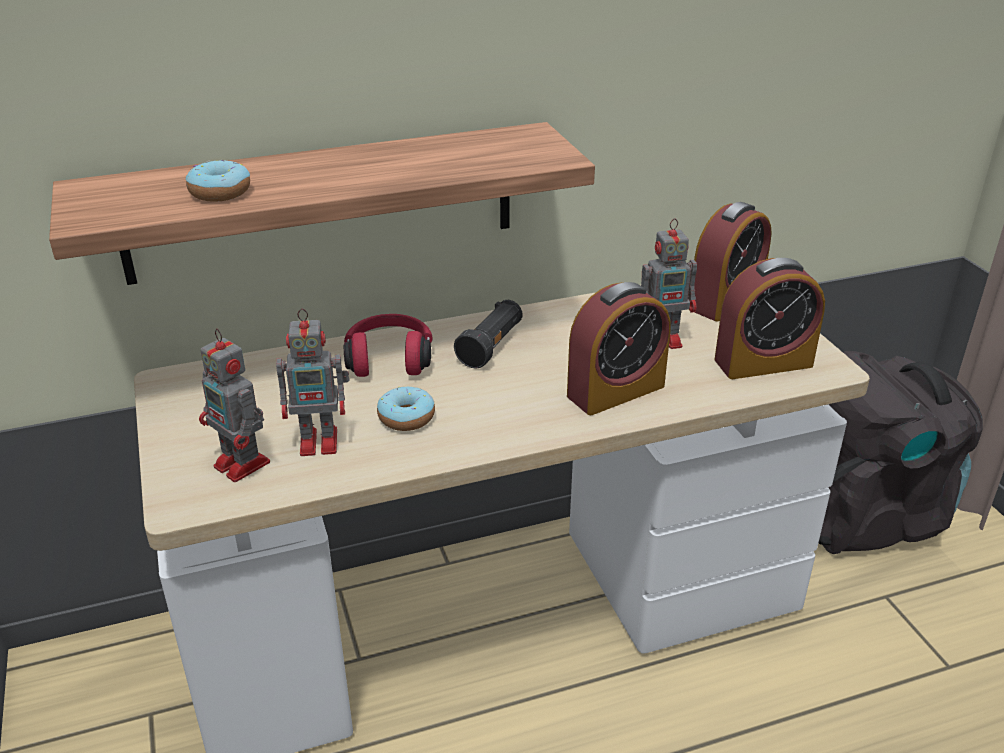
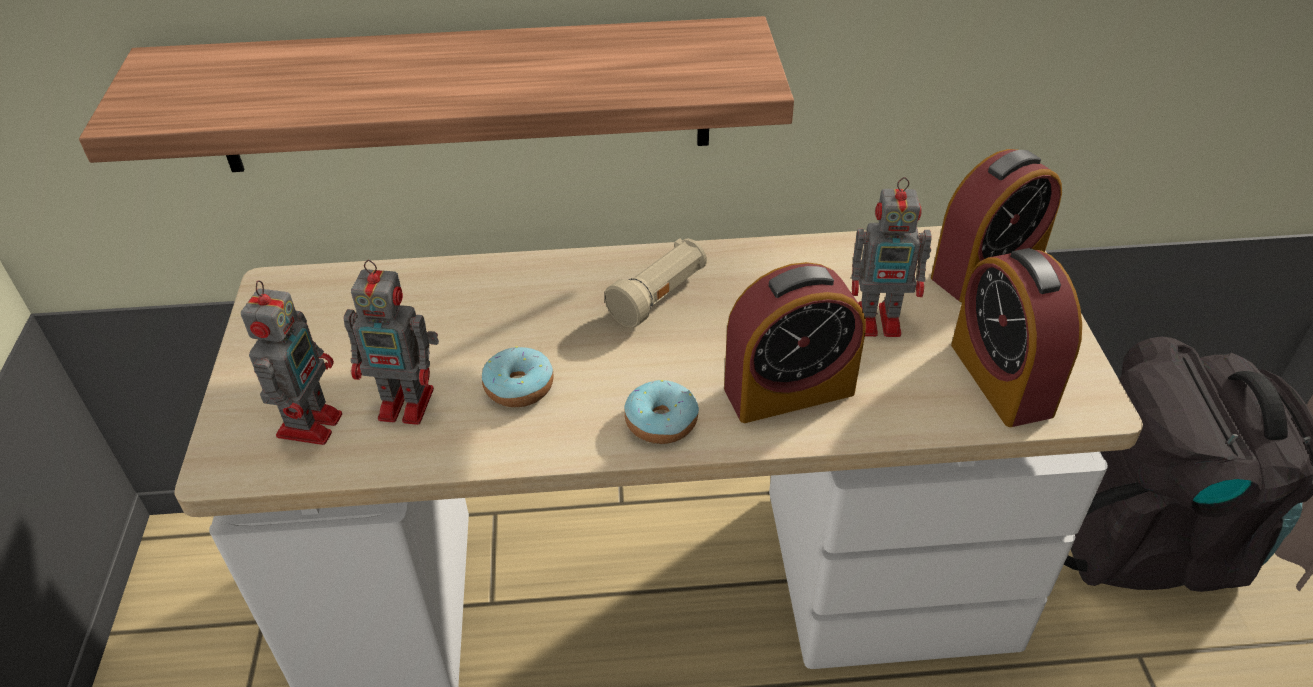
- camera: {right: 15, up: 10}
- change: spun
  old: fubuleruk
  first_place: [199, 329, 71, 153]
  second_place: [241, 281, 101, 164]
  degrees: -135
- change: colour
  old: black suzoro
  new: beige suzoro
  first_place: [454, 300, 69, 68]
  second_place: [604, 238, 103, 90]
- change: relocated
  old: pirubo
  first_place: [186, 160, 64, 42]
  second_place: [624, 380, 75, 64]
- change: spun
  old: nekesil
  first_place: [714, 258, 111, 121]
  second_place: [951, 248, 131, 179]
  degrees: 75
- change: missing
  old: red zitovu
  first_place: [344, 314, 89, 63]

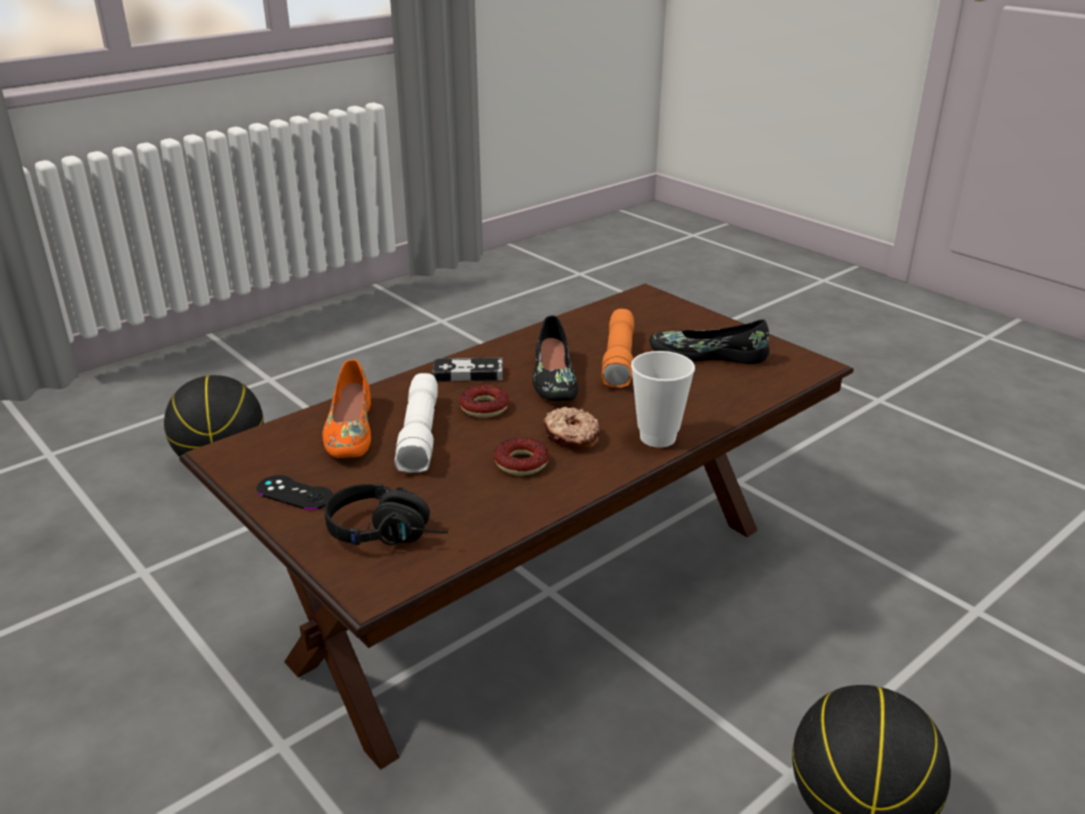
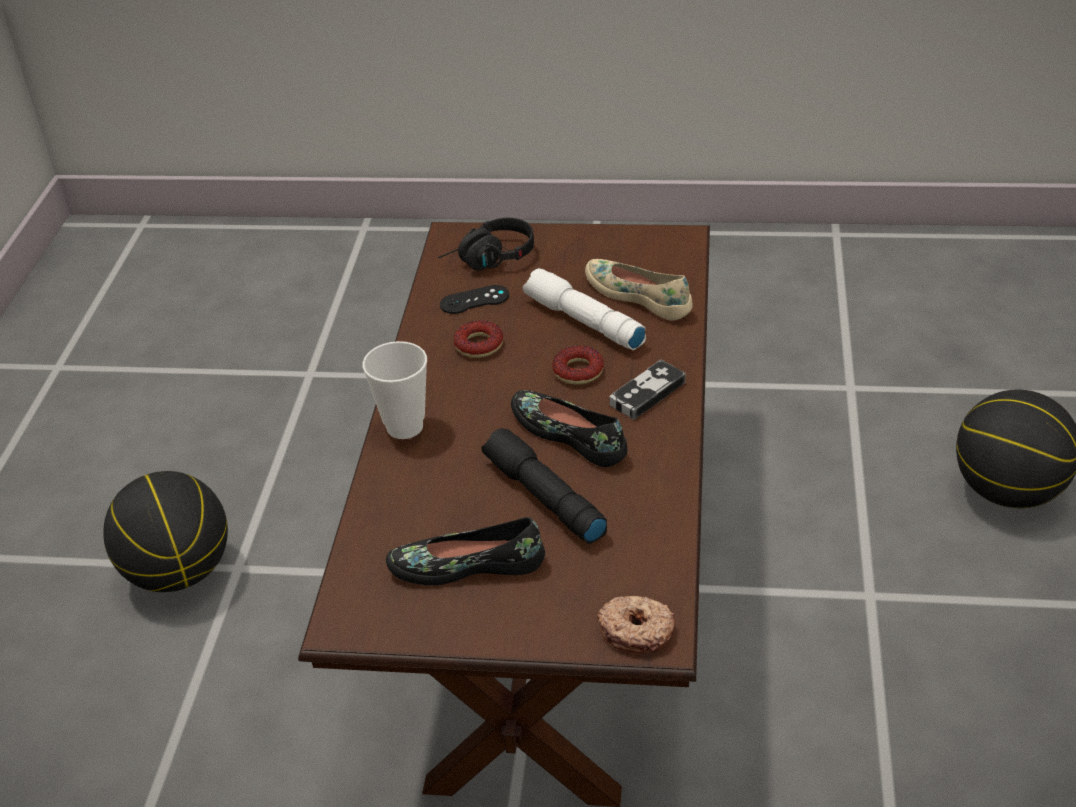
- camera: {right: 140, up: 10}
- change: spun
  old: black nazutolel
  first_place: [649, 319, 121, 45]
  second_place: [386, 517, 159, 68]
  degrees: -150
- change: relocated
  old: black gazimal
  first_place: [257, 475, 76, 35]
  second_place: [440, 285, 69, 29]
- change: colour
  old: orange suzoro
  new: black suzoro
  first_place: [601, 309, 33, 79]
  second_place: [481, 428, 126, 116]
- change: colour
  old: orange nazutolel
  new: beige nazutolel
  first_place: [323, 359, 48, 99]
  second_place: [585, 259, 108, 62]
- change: relocated
  old: pirubo
  first_place: [543, 407, 57, 43]
  second_place: [597, 596, 78, 57]

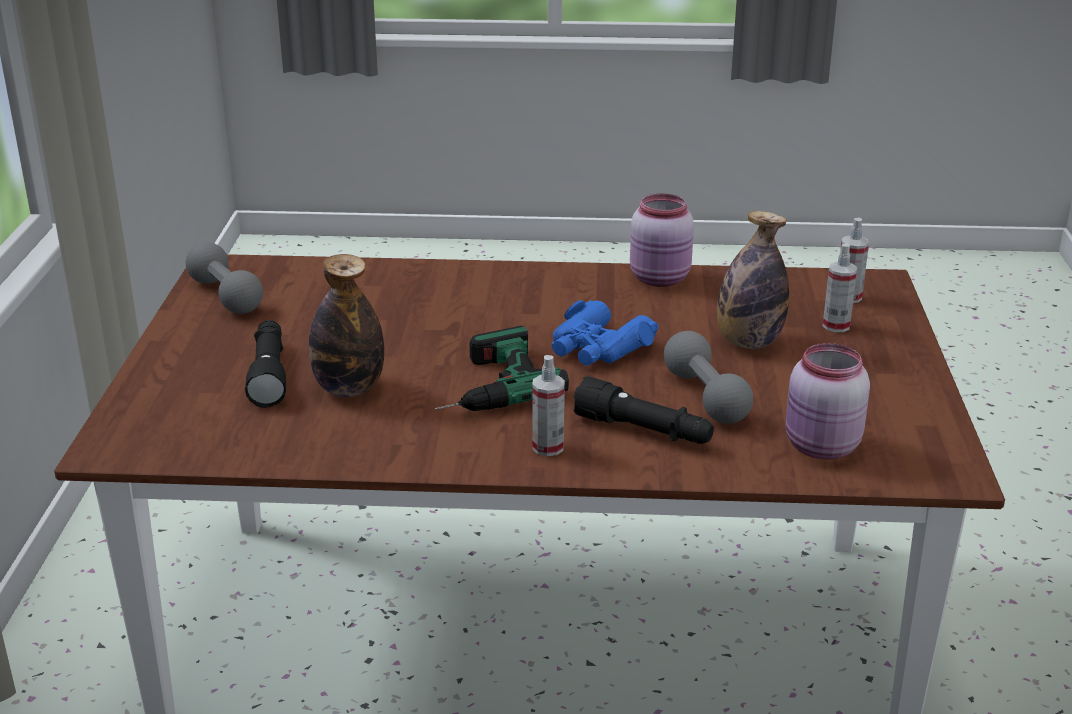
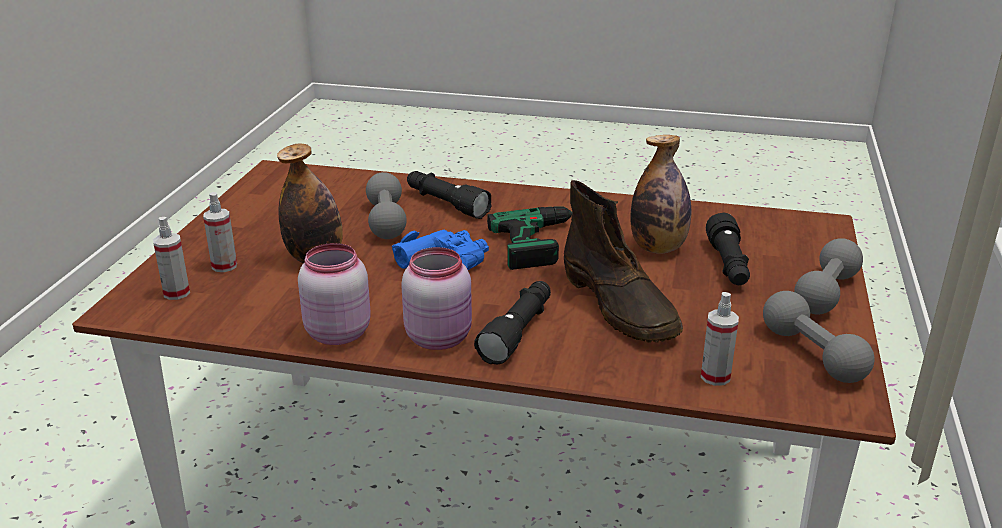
- camera: {right: -170, up: 0}
- change: relocated
  old: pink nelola
  first_place: [786, 343, 84, 117]
  second_place: [401, 247, 71, 103]
- change: appeared
  new: black suzoro
  second_place: [474, 281, 77, 83]
- change: appeared
  new: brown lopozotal
  second_place: [564, 180, 119, 163]
- change: relocated
  old: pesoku
  first_place: [532, 355, 33, 101]
  second_place: [701, 292, 38, 94]
- change: appeared
  new: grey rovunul
  second_place: [794, 238, 69, 76]

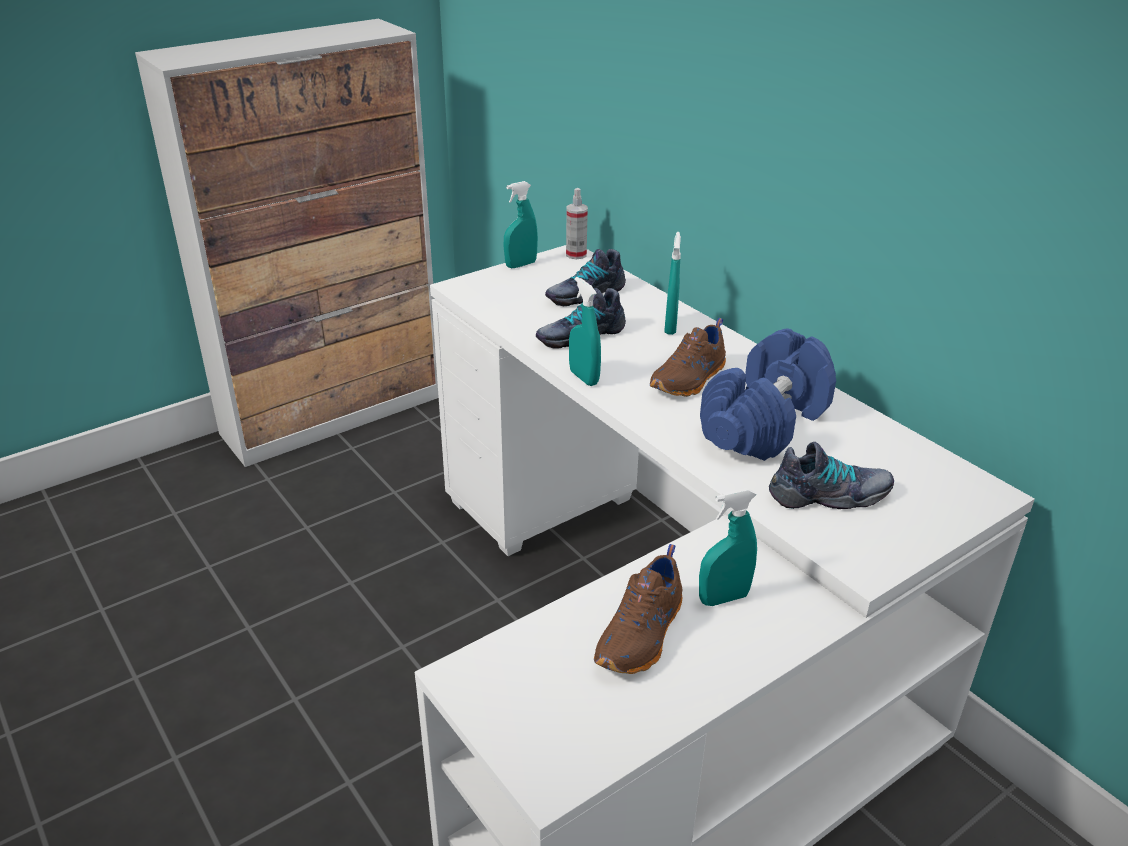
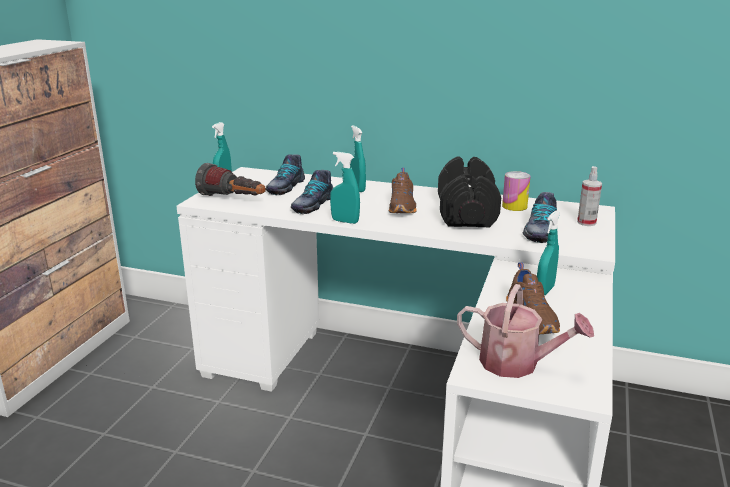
- camera: {right: -35, up: -10}
- change: appeared
  new: suzoro
  second_place: [195, 163, 71, 33]
- change: colour
  old: blue rovunul
  new: black rovunul
  first_place: [700, 328, 136, 133]
  second_place: [438, 156, 63, 71]
- change: appeared
  new: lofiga
  second_place: [457, 284, 137, 94]
- change: appeared
  new: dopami
  second_place: [502, 171, 29, 40]
- change: spun
  old: nazutolel
  first_place: [769, 442, 125, 67]
  second_place: [523, 192, 34, 51]
  degrees: 150
- change: relocated
  old: pesoku
  first_place: [566, 188, 22, 71]
  second_place: [577, 166, 25, 60]

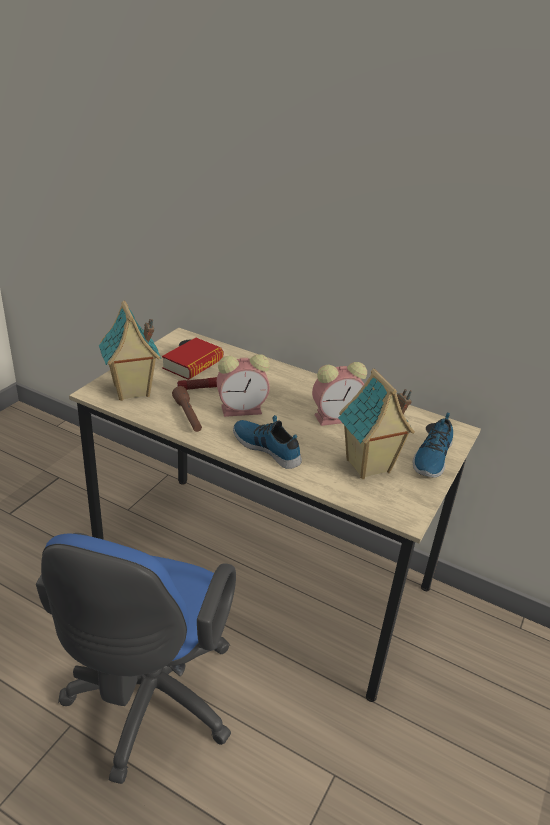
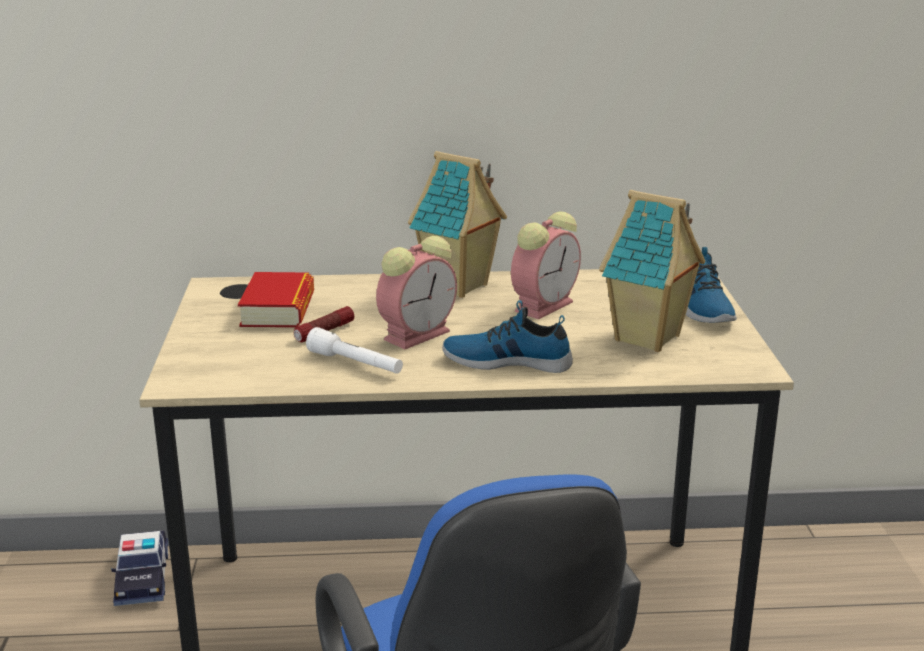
- camera: {right: -30, up: -10}
- change: appeared
  new: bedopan
  second_place: [111, 530, 57, 76]
- change: colour
  old: brown suzoro
  new: white suzoro
  first_place: [172, 386, 30, 46]
  second_place: [306, 327, 97, 47]
- change: relocated
  old: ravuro
  first_place: [99, 301, 62, 100]
  second_place: [408, 151, 99, 147]

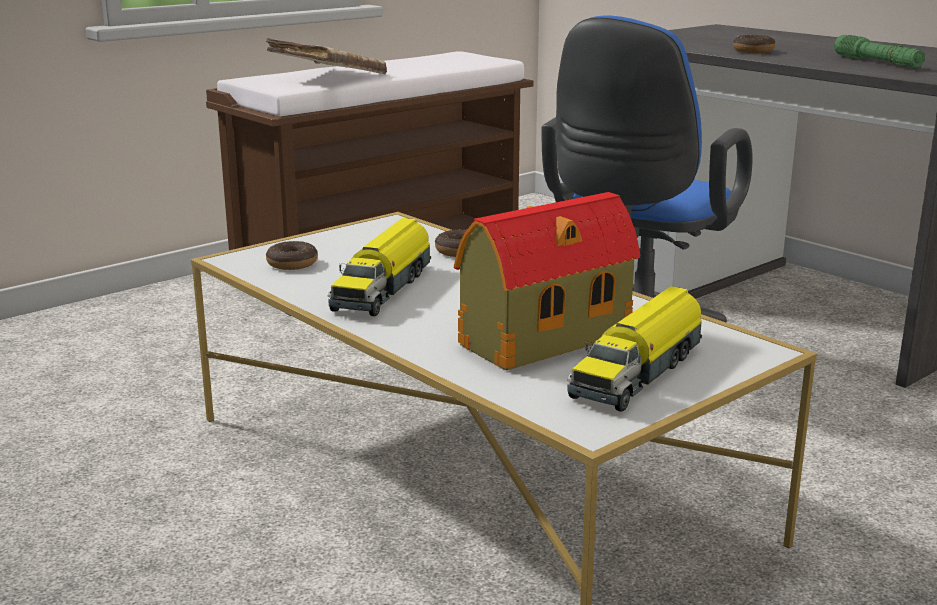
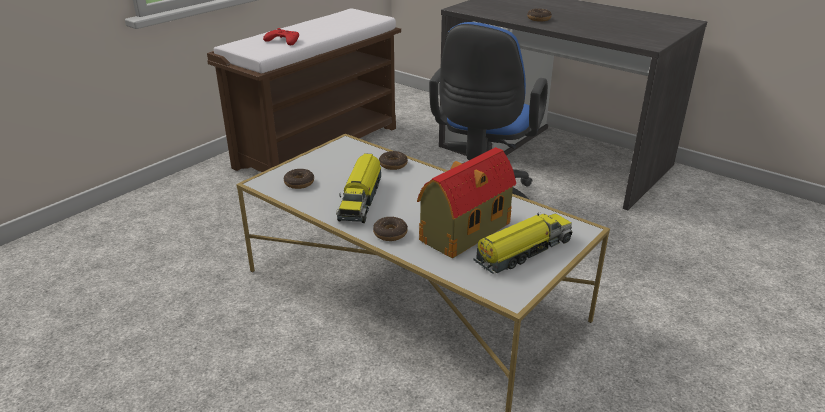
- camera: {right: -10, up: 10}
- change: exchanged
  old: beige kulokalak
  new: red gazimal
  first_place: [266, 38, 121, 36]
  second_place: [263, 28, 36, 17]
- change: appeared
  new: pirubo
  second_place: [373, 217, 35, 24]
- change: spun
  old: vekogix
  first_place: [567, 286, 135, 126]
  second_place: [473, 213, 99, 61]
  degrees: -150
- change: missing
  old: green suzoro
  first_place: [834, 35, 91, 32]

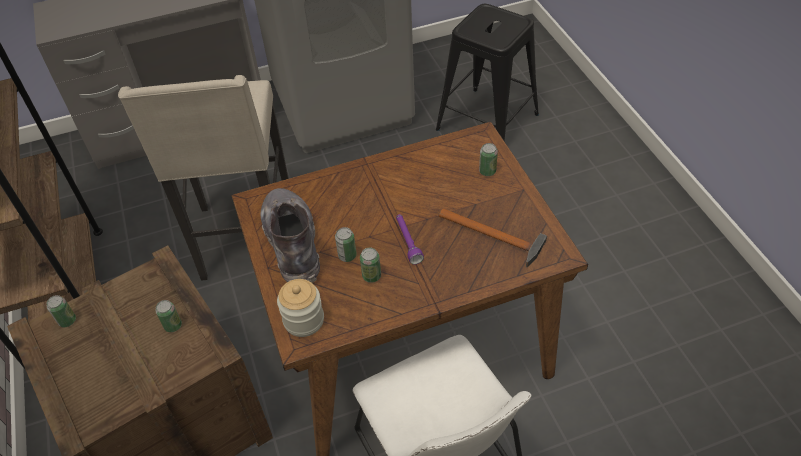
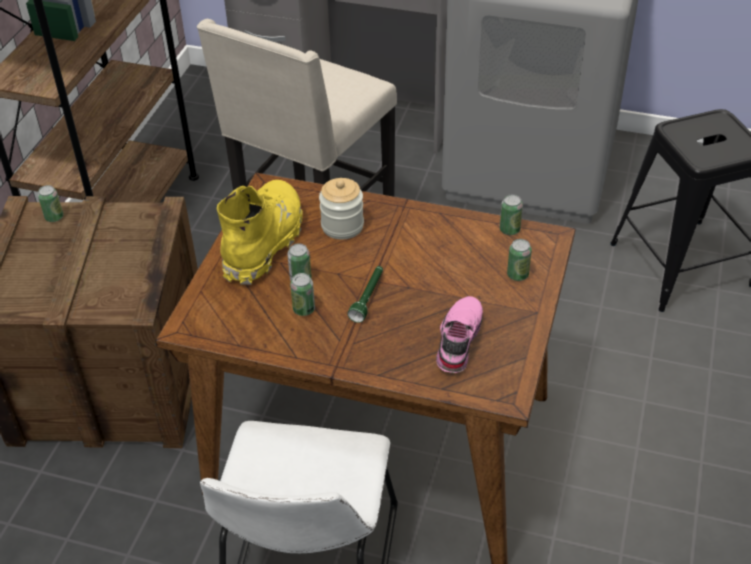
- camera: {right: 35, up: -5}
- change: colour
  old: grey lopozotal
  new: yellow lopozotal
  first_place: [260, 188, 60, 95]
  second_place: [217, 180, 85, 105]
- change: relocated
  old: nelola
  first_place: [277, 279, 47, 58]
  second_place: [319, 178, 45, 62]
- change: colour
  old: purple suzoro
  new: green suzoro
  first_place: [396, 214, 28, 50]
  second_place: [347, 266, 36, 57]
- change: exchanged
  old: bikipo
  new: pink nazutolel
  first_place: [438, 208, 109, 60]
  second_place: [436, 296, 47, 77]
- change: relocated
  old: dopami
  first_place: [156, 300, 26, 32]
  second_place: [500, 194, 23, 41]

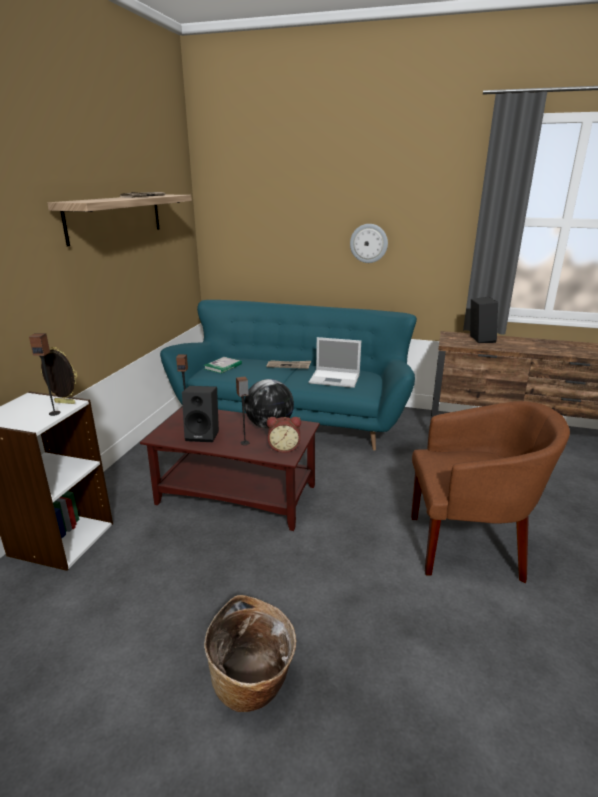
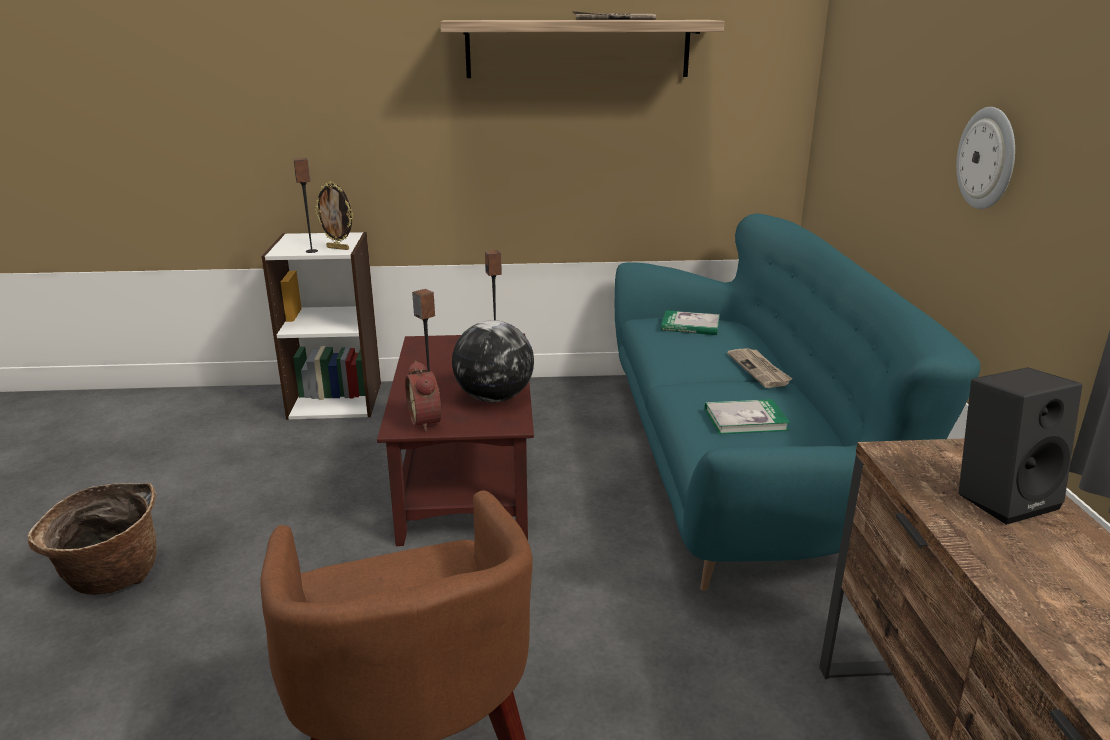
- camera: {right: 70, up: 0}
- change: spun
  old: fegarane
  first_place: [41, 347, 36, 57]
  second_place: [314, 181, 40, 69]
  degrees: 120
- change: exchanged
  old: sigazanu
  new: kulokalak
  first_place: [309, 337, 52, 51]
  second_place: [705, 399, 86, 35]
- change: missing
  old: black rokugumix
  first_place: [182, 386, 37, 56]

